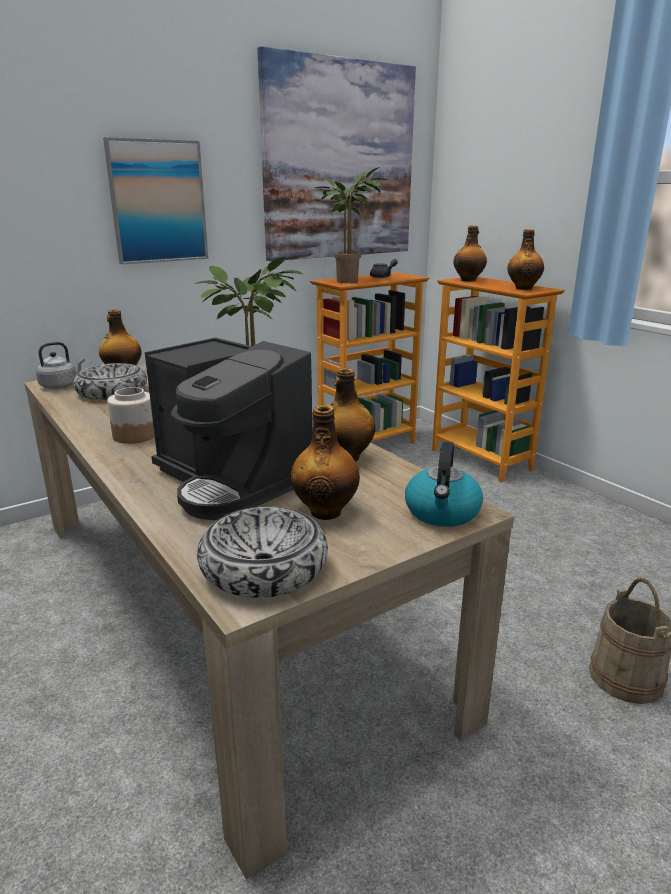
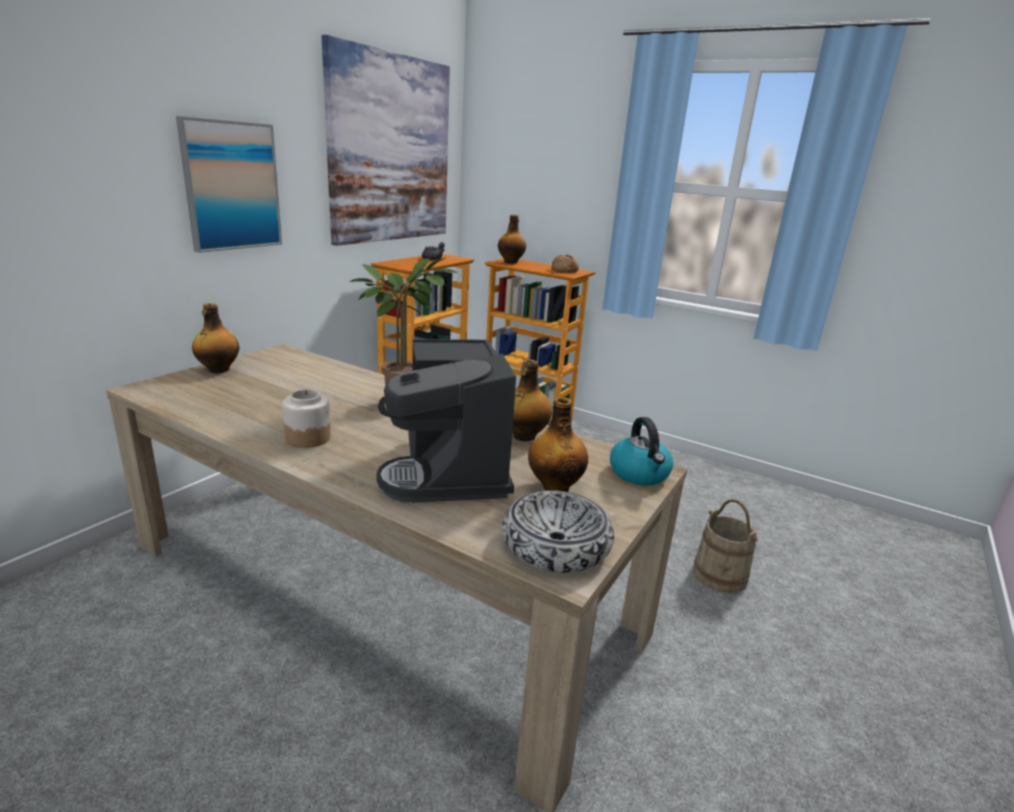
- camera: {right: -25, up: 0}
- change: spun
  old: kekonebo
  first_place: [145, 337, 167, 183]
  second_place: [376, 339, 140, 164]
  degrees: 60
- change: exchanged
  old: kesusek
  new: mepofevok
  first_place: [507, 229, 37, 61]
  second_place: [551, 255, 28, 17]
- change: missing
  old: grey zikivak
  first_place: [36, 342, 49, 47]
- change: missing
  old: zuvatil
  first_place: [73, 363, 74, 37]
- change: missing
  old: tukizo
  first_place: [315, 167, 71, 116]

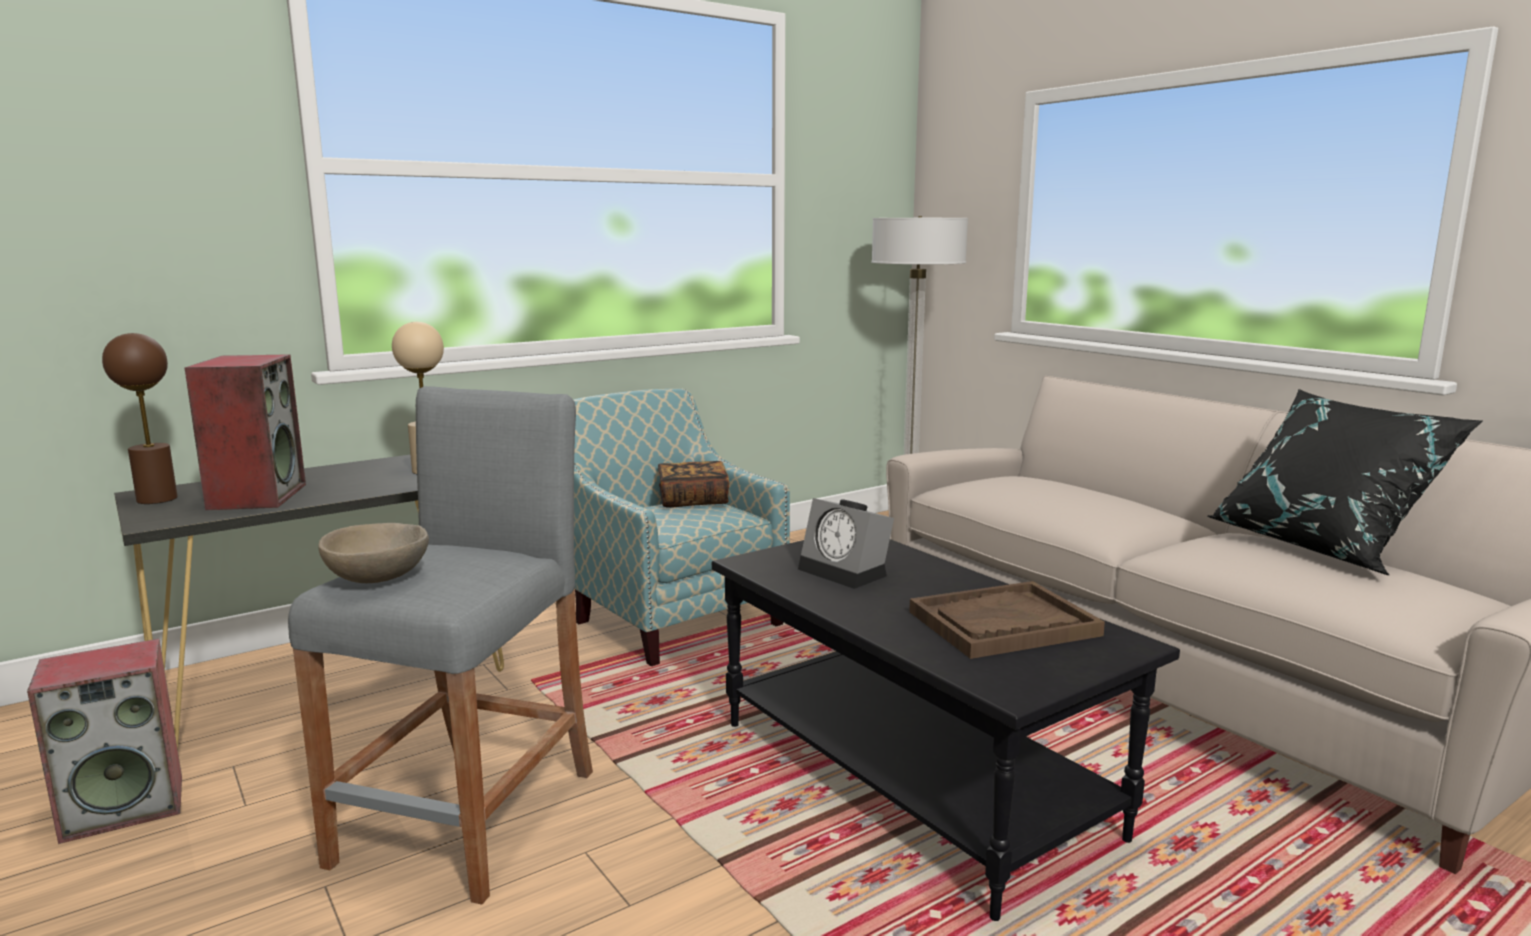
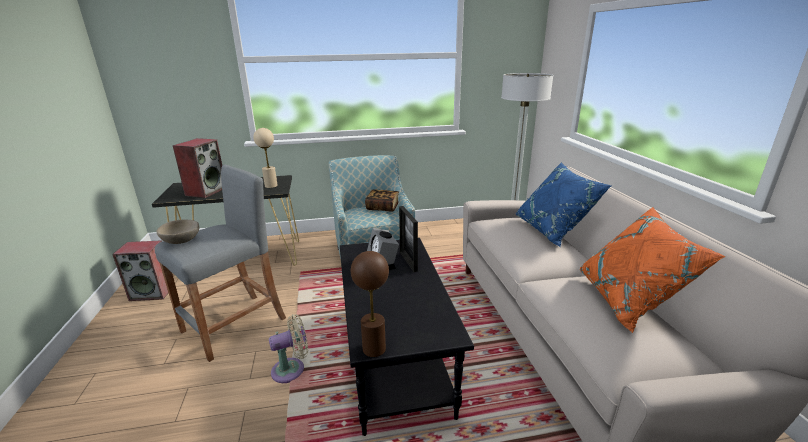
- camera: {right: 25, up: 10}
- change: appeared
  new: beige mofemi
  second_place: [269, 314, 39, 69]
- change: relocated
  old: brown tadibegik
  first_place: [102, 333, 76, 171]
  second_place: [351, 251, 38, 106]
- change: appeared
  new: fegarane
  second_place: [399, 206, 19, 66]
- change: appeared
  new: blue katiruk
  second_place: [516, 162, 95, 85]
- change: colour
  old: black katiruk
  new: orange katiruk
  first_place: [1208, 389, 275, 186]
  second_place: [580, 207, 145, 126]
- change: missing
  old: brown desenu
  first_place: [909, 581, 196, 78]

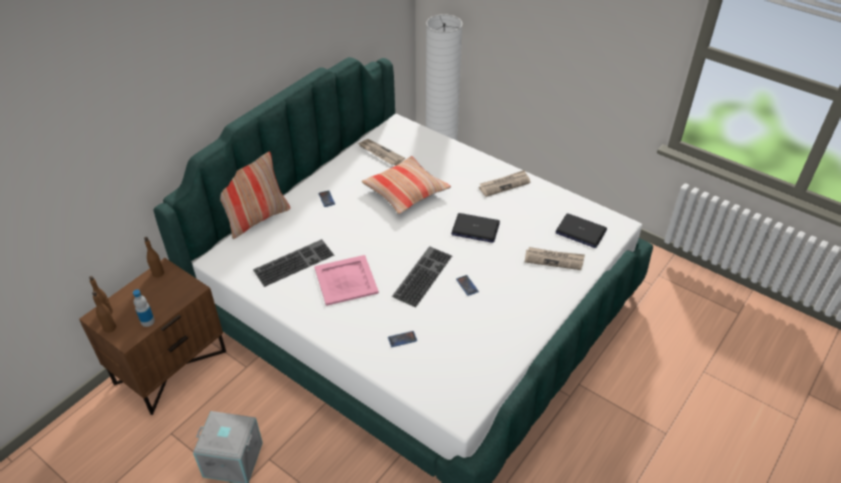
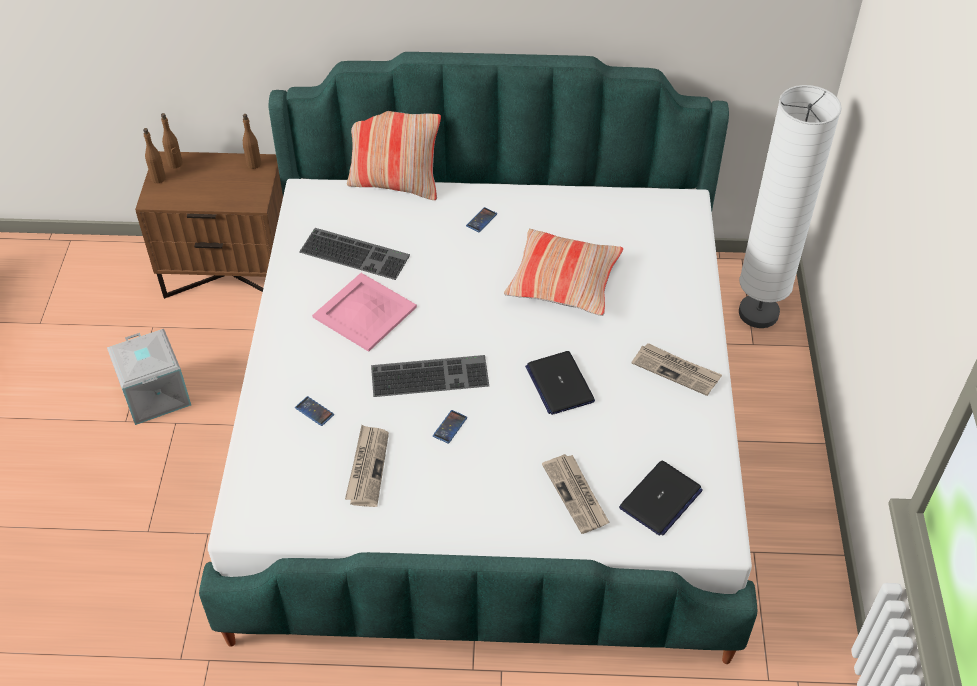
- camera: {right: 55, up: 5}
- change: relocated
  old: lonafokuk
  first_place: [358, 139, 47, 26]
  second_place: [345, 425, 44, 82]
- change: spun
  old: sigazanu
  first_place: [555, 213, 52, 35]
  second_place: [619, 460, 84, 76]
  degrees: -135
- change: missing
  old: kesusek
  first_place: [133, 289, 22, 38]

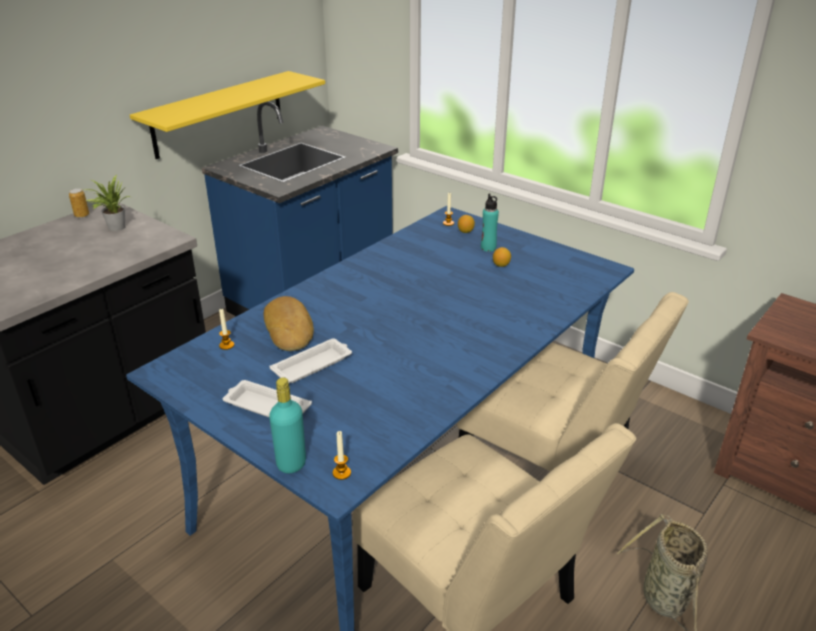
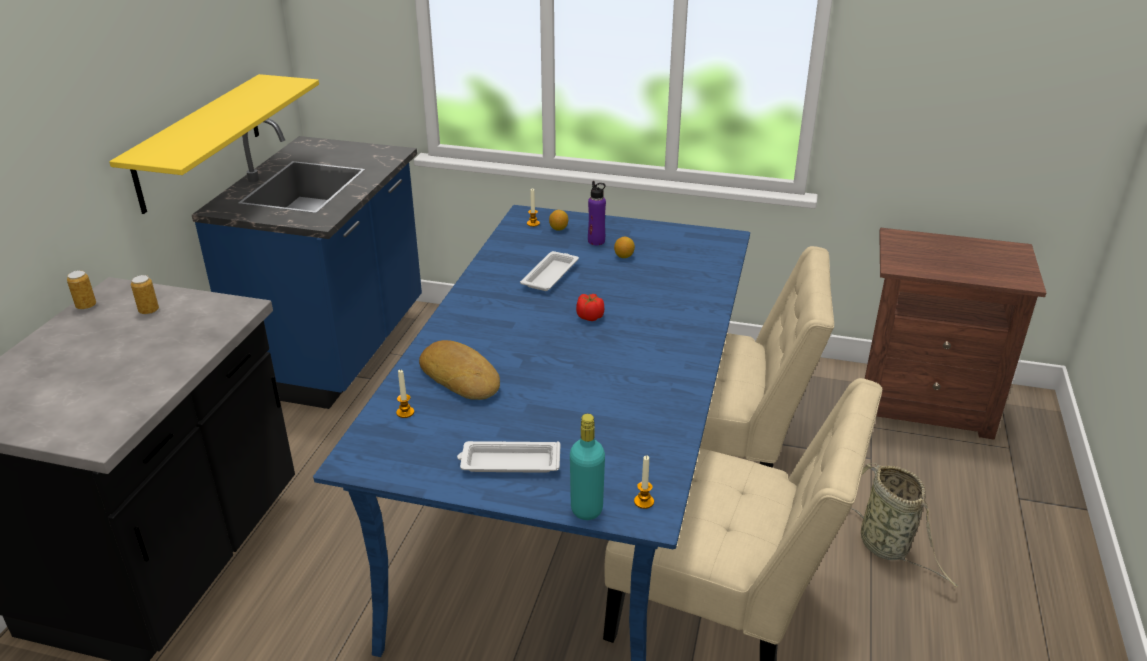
- camera: {right: -25, up: 0}
- change: exchanged
  old: tukizo
  new: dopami
  first_place: [81, 175, 50, 56]
  second_place: [131, 275, 28, 40]
- change: relocated
  old: white desenu
  first_place: [269, 338, 83, 45]
  second_place: [520, 251, 59, 40]
- change: appeared
  new: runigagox
  second_place: [576, 294, 28, 27]
- change: colour
  old: turquoise kesusek
  new: purple kesusek
  first_place: [481, 193, 18, 59]
  second_place: [588, 181, 18, 64]

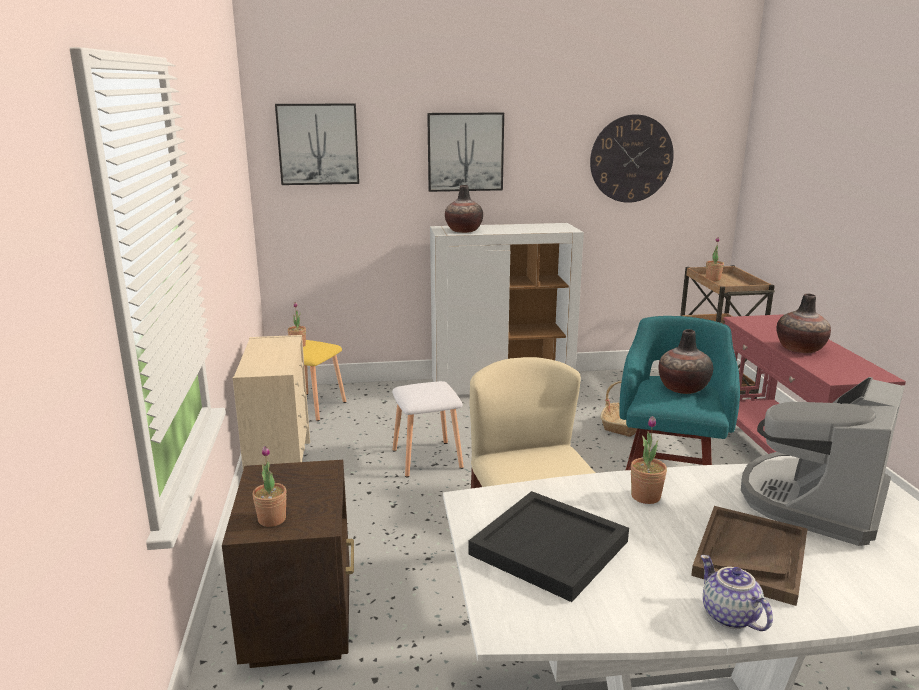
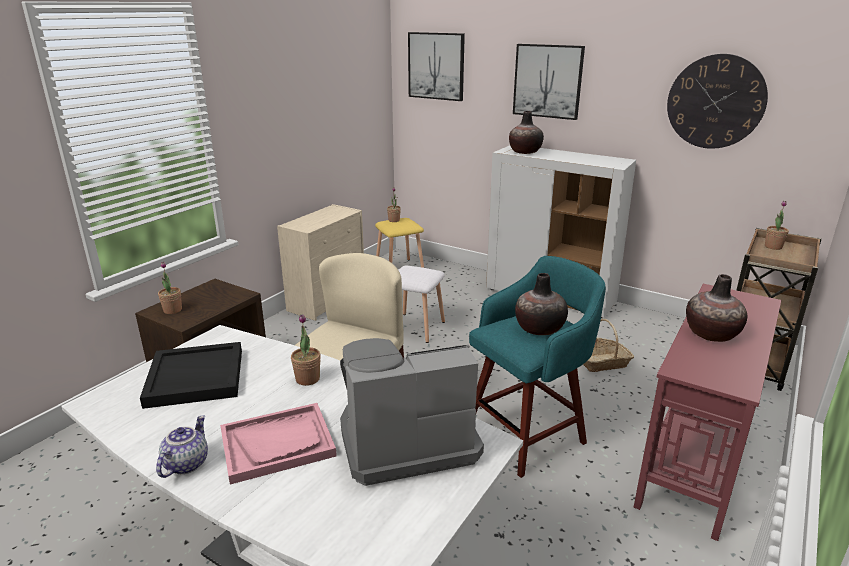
- camera: {right: 40, up: 5}
- change: colour
  old: brown desenu
  new: pink desenu
  first_place: [691, 506, 116, 100]
  second_place: [220, 403, 117, 81]

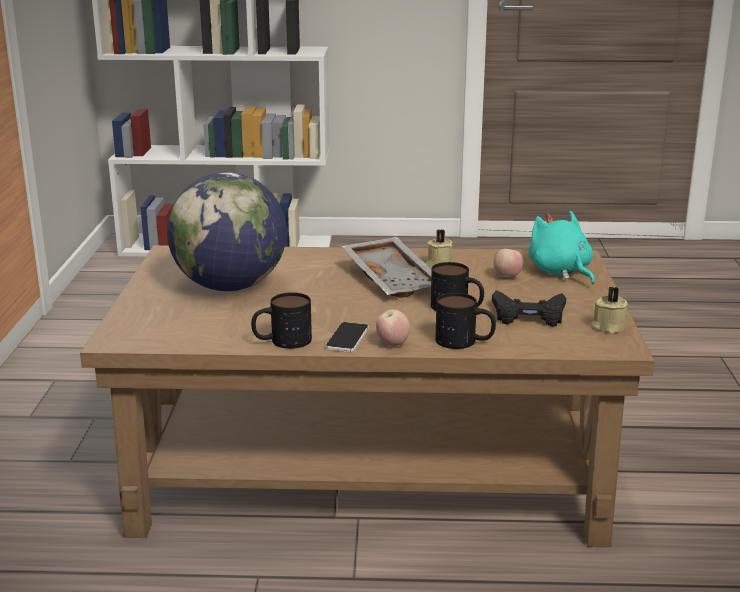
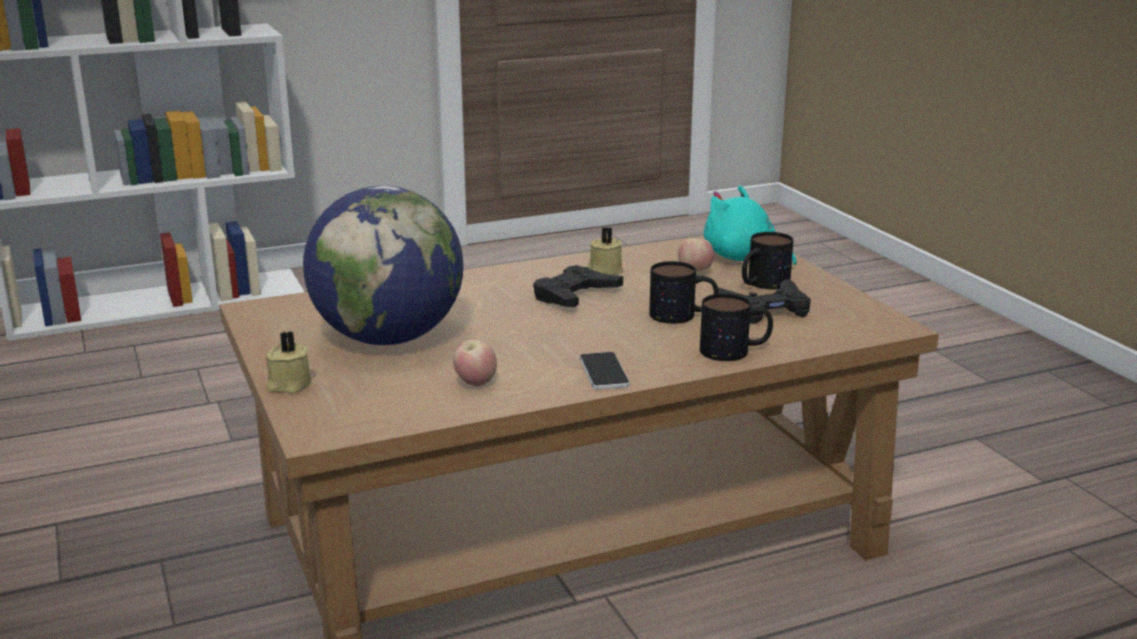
- camera: {right: -25, up: 0}
- change: relocated
  old: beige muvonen
  first_place: [591, 287, 37, 46]
  second_place: [266, 331, 45, 62]
- change: relocated
  old: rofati
  first_place: [376, 309, 34, 37]
  second_place: [453, 339, 44, 47]
- change: exchanged
  old: grey desenu
  new: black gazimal
  first_place: [342, 237, 90, 61]
  second_place: [533, 265, 90, 42]
- change: relocated
  old: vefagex
  first_place: [251, 292, 61, 57]
  second_place: [742, 232, 52, 57]

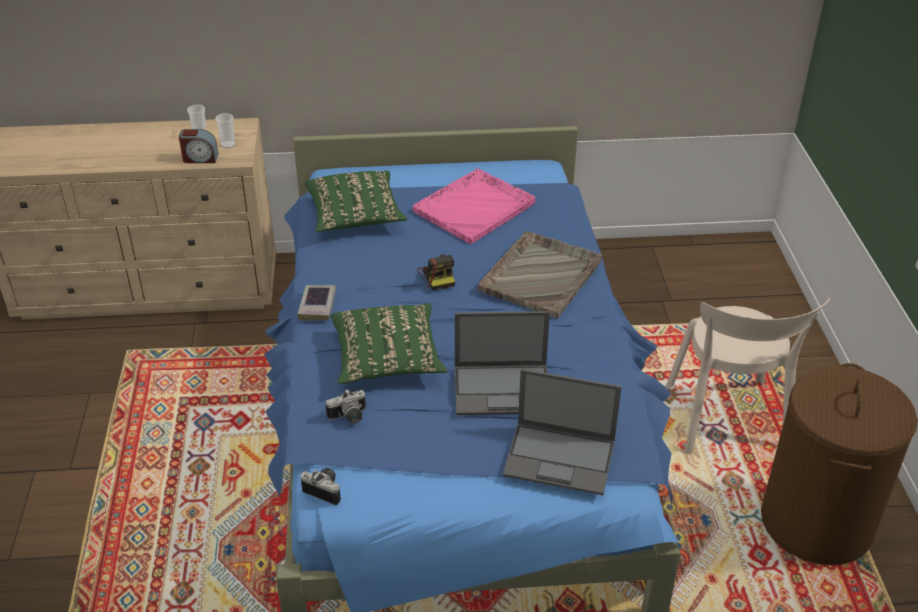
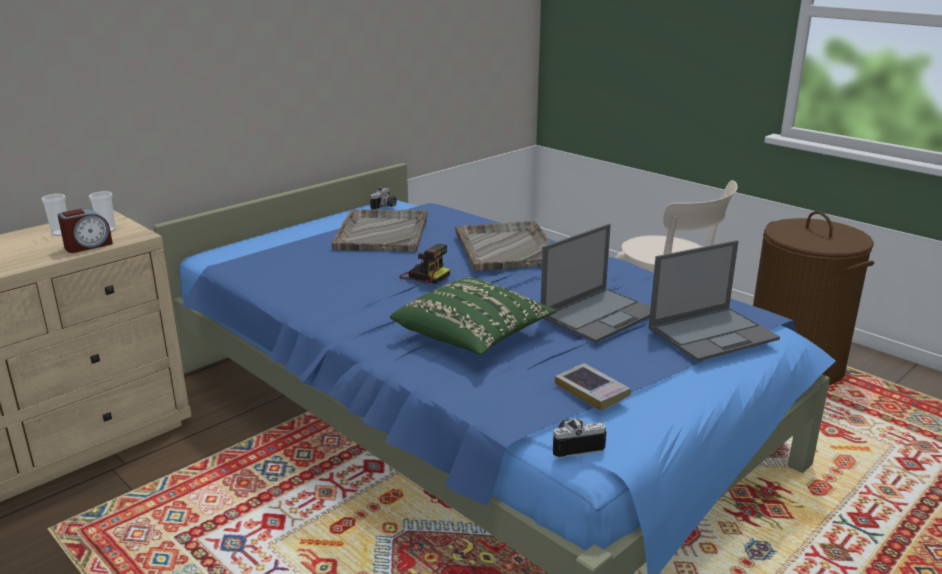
- camera: {right: -40, up: -15}
- change: colour
  old: pink desenu
  new: grey desenu
  first_place: [412, 168, 123, 76]
  second_place: [332, 209, 95, 43]
- change: relocated
  old: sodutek
  first_place: [326, 389, 40, 35]
  second_place: [370, 187, 27, 23]
- change: relocated
  old: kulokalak
  first_place: [298, 285, 38, 36]
  second_place: [555, 363, 76, 48]
- change: missing
  old: green katiruk
  first_place: [305, 171, 102, 61]

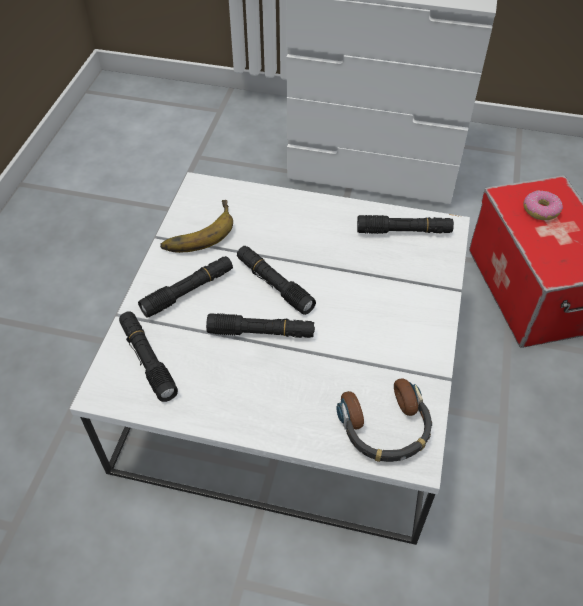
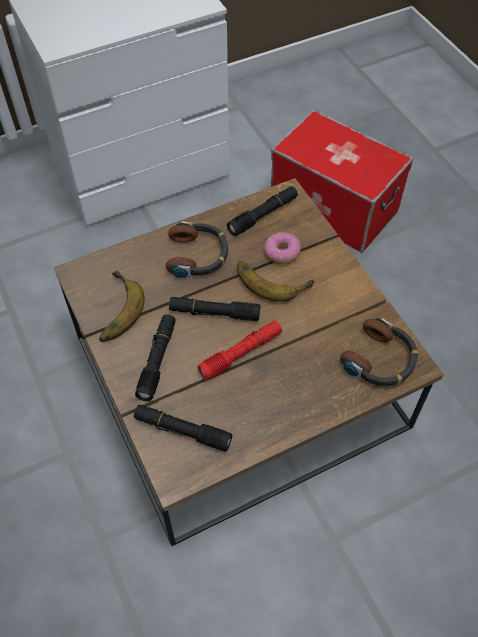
- camera: {right: -40, up: 5}
- change: colour
  old: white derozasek
  new: brown derozasek
  first_place: [70, 172, 400, 373]
  second_place: [54, 178, 390, 368]
- change: appeared
  new: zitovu
  second_place: [166, 222, 63, 56]
- change: colour
  old: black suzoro
  new: red suzoro
  first_place: [206, 313, 109, 25]
  second_place: [198, 321, 84, 59]
- change: appeared
  new: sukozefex
  second_place: [237, 261, 77, 41]
- change: relocated
  old: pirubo
  first_place: [523, 191, 40, 29]
  second_place: [264, 232, 37, 32]

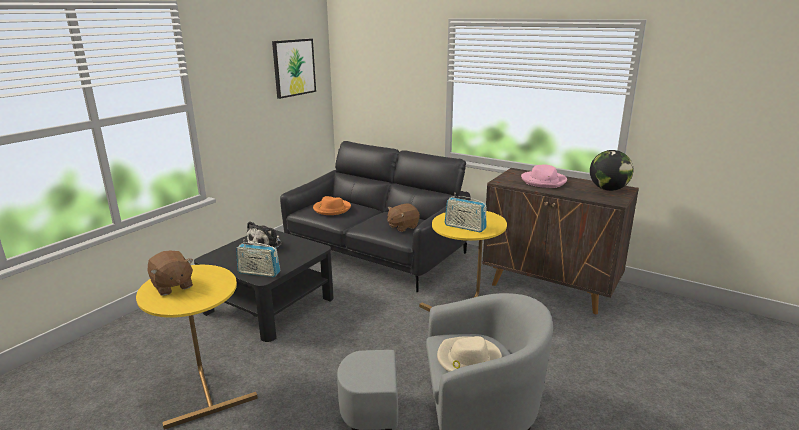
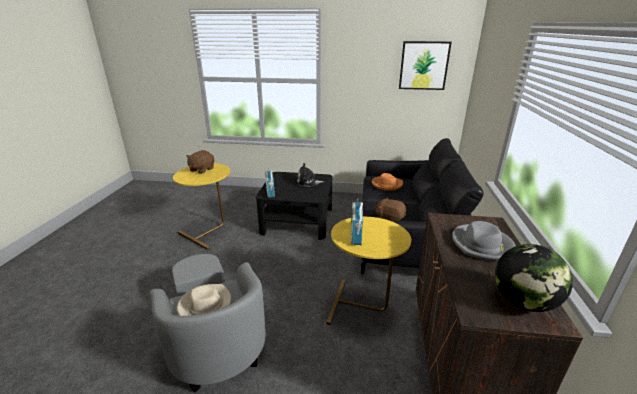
- camera: {right: 65, up: 5}
- change: colour
  old: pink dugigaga
  new: grey dugigaga
  first_place: [521, 164, 46, 24]
  second_place: [452, 221, 63, 39]

